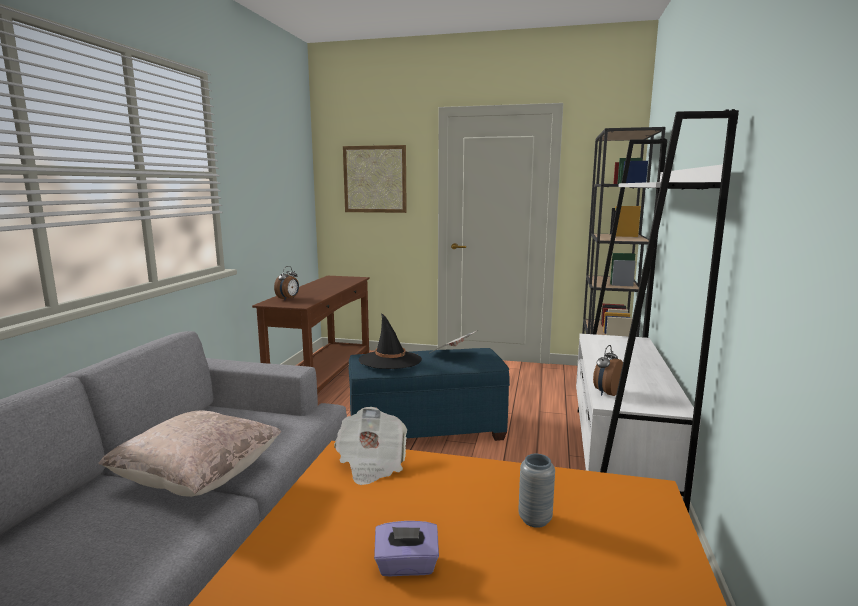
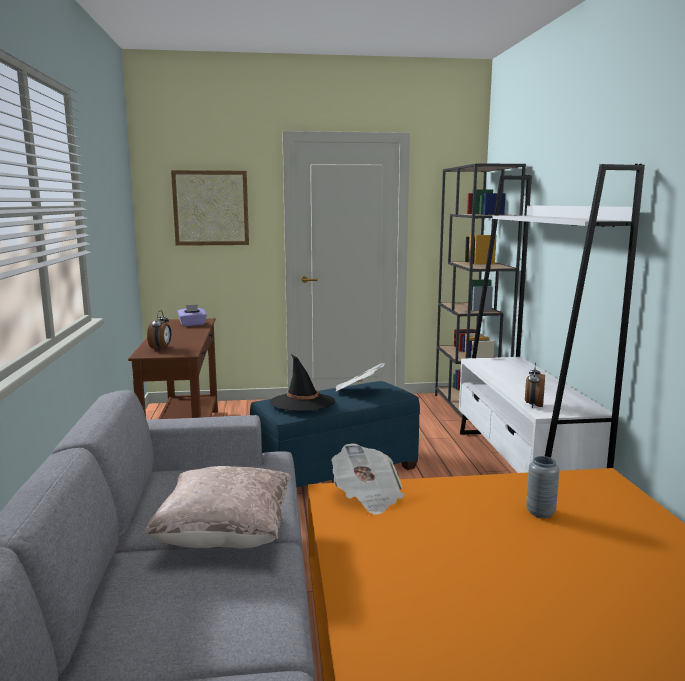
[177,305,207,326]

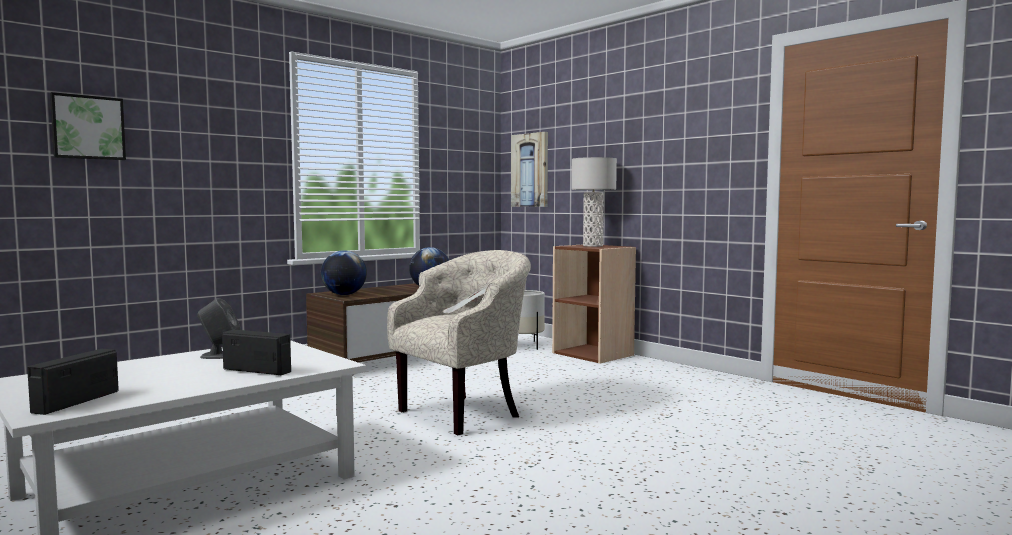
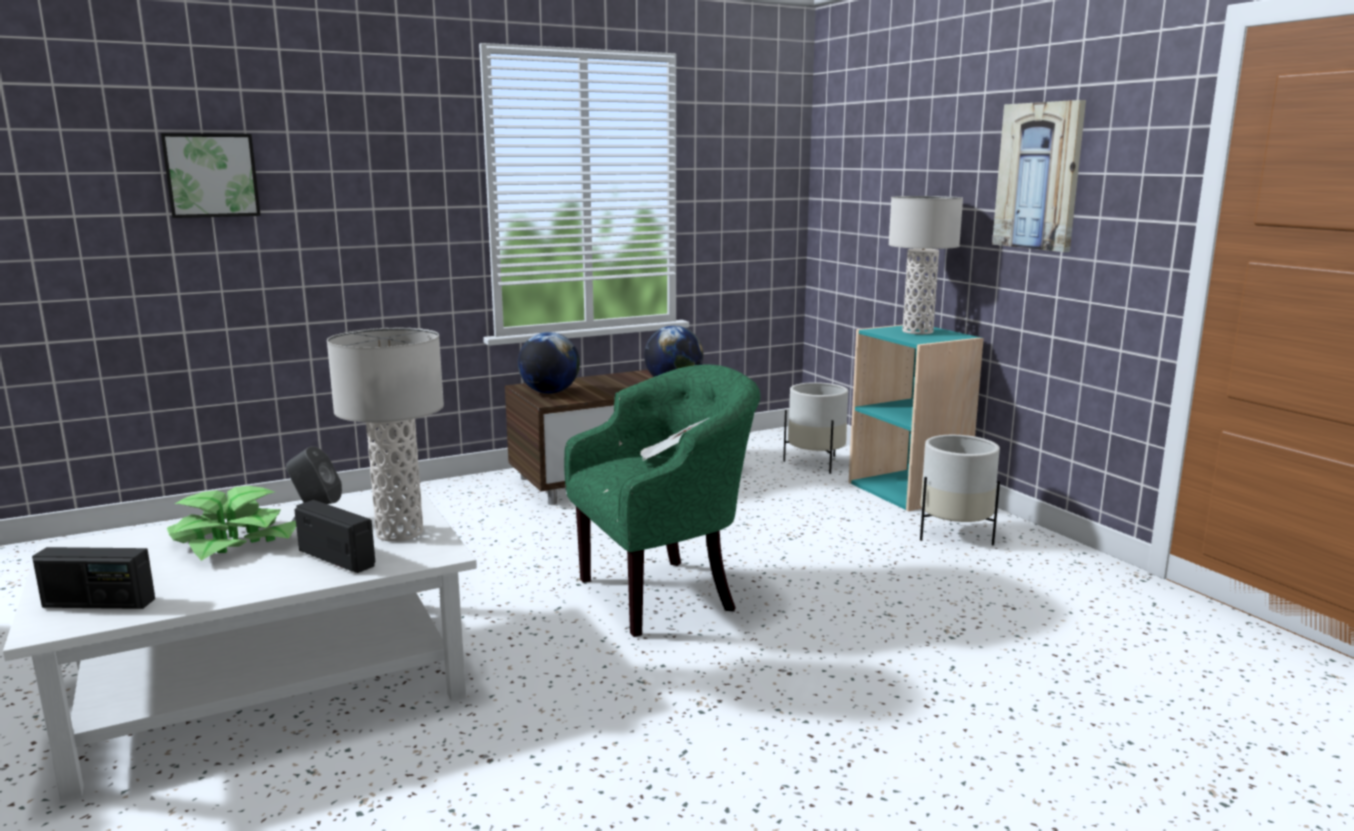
[167,486,296,561]
[327,328,444,542]
[920,435,1000,546]
[992,100,1086,252]
[564,365,760,637]
[849,323,984,512]
[32,547,155,609]

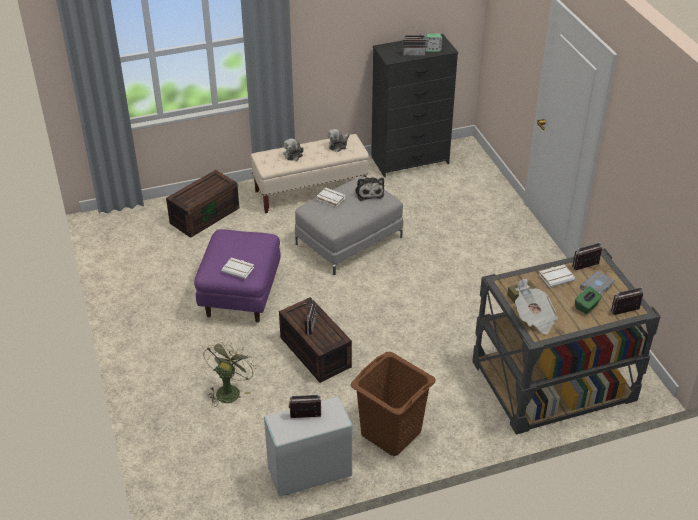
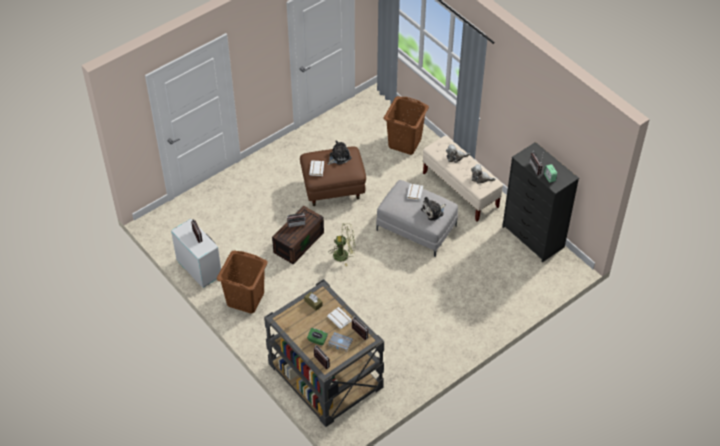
[515,287,558,334] (first image)
[328,141,352,165]
[328,223,355,266]
[384,96,429,155]
[300,146,366,206]

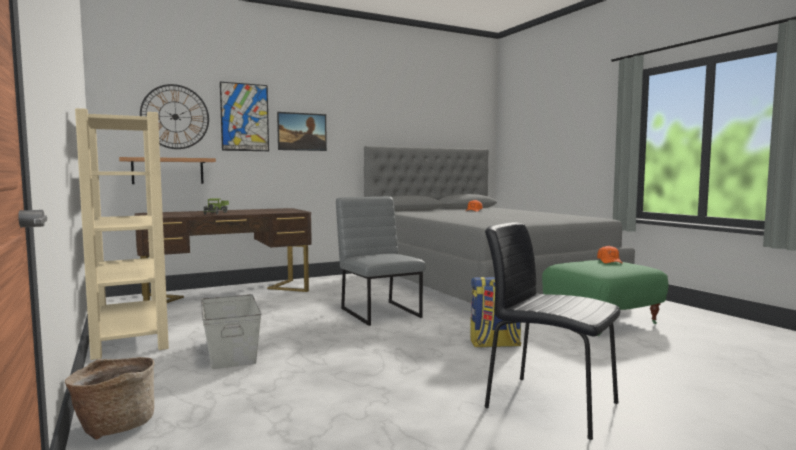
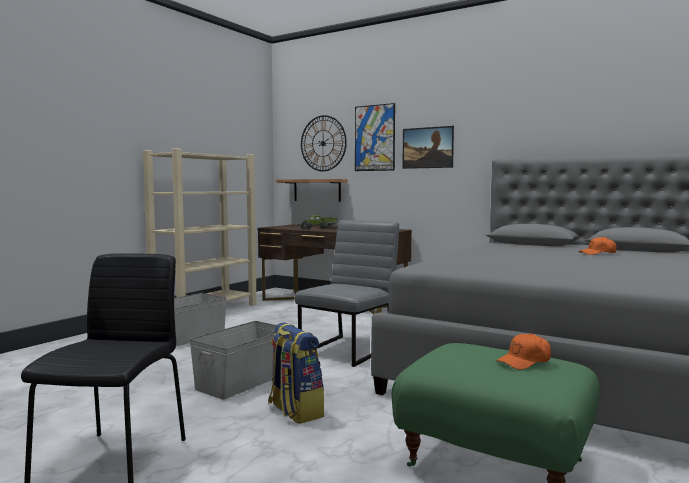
[65,357,154,440] (first image)
[189,321,277,400]

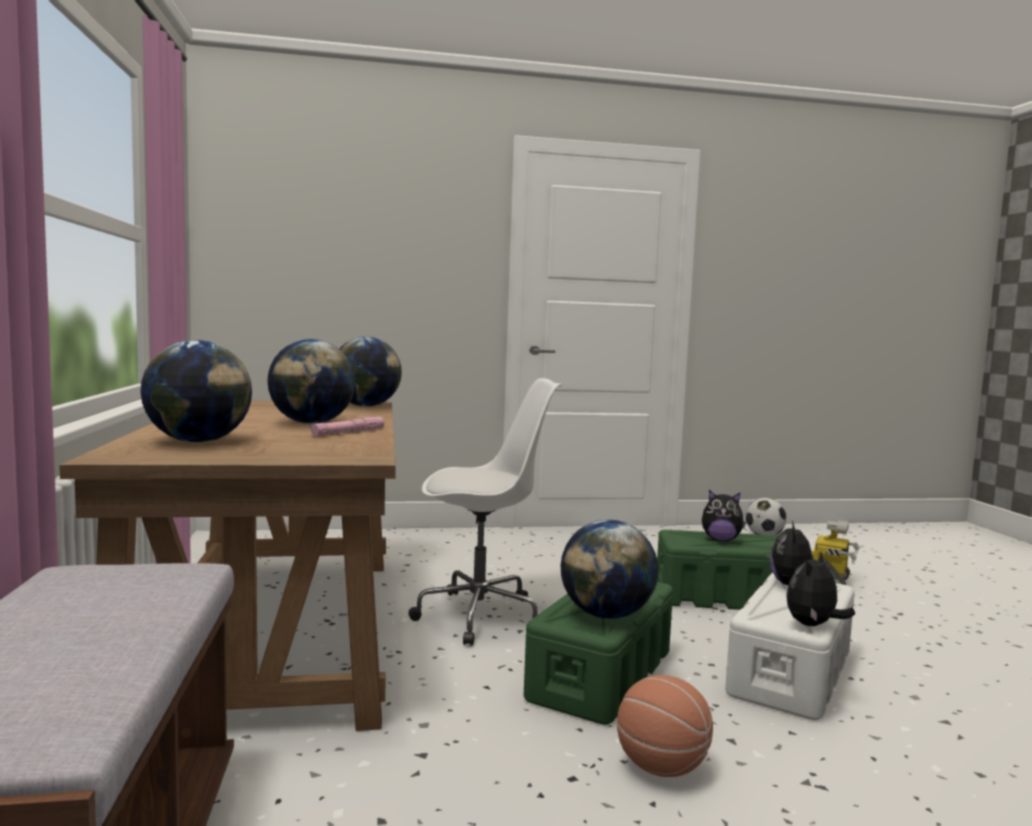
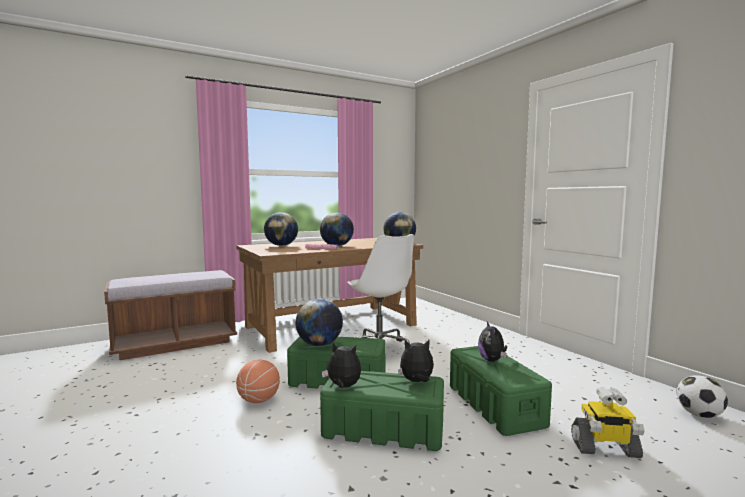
[320,371,444,451]

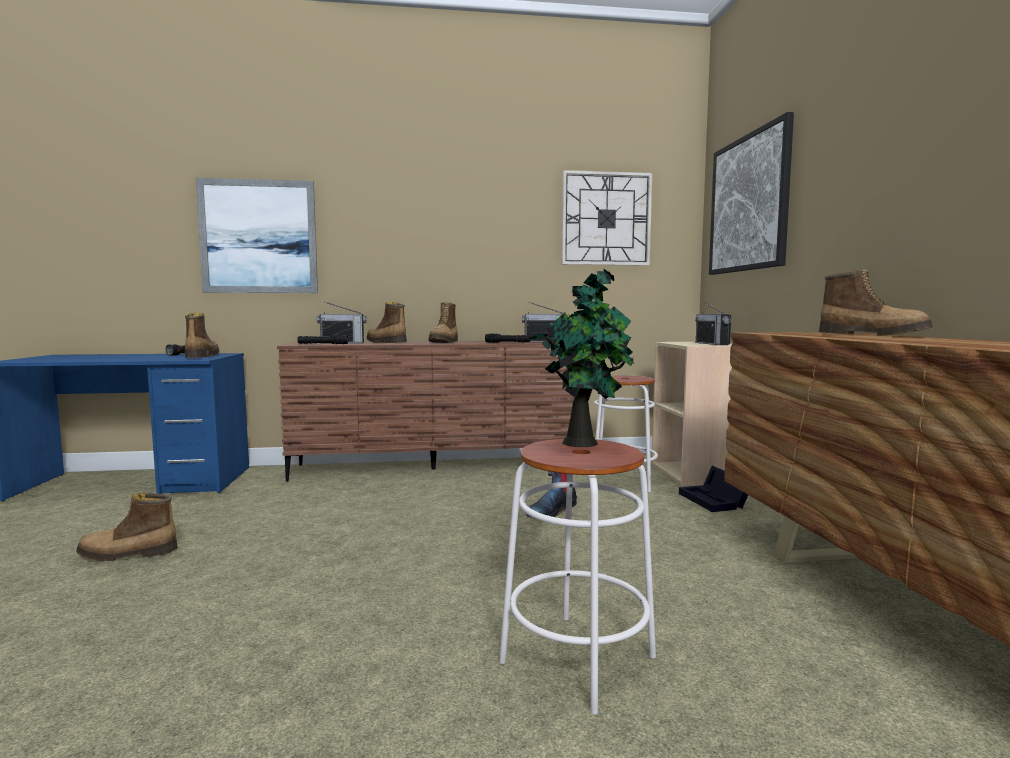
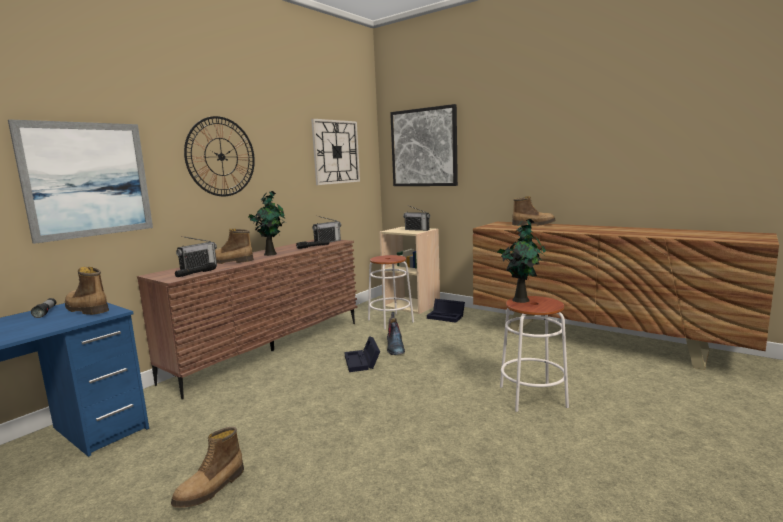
[184,116,255,196]
[345,336,380,372]
[249,191,286,256]

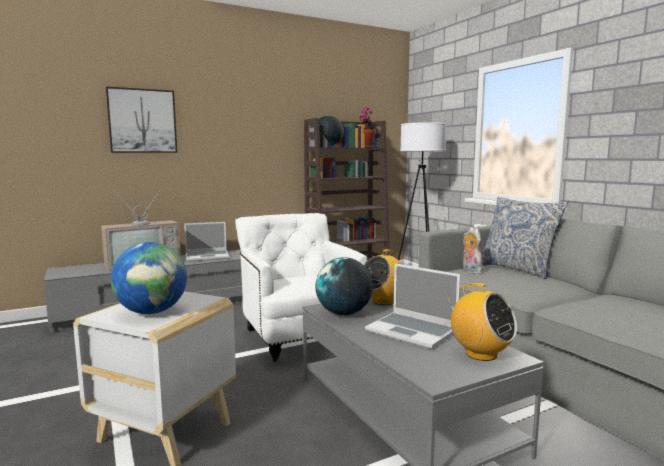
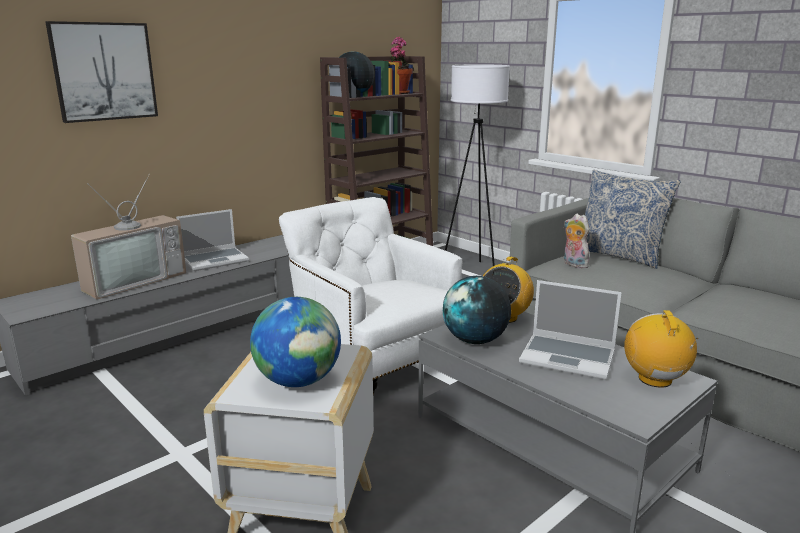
[624,310,698,387]

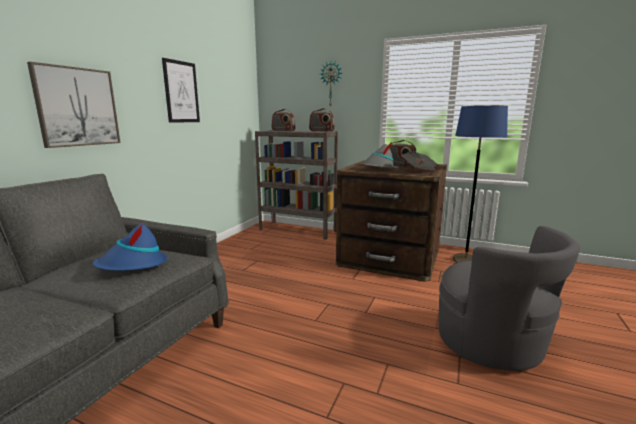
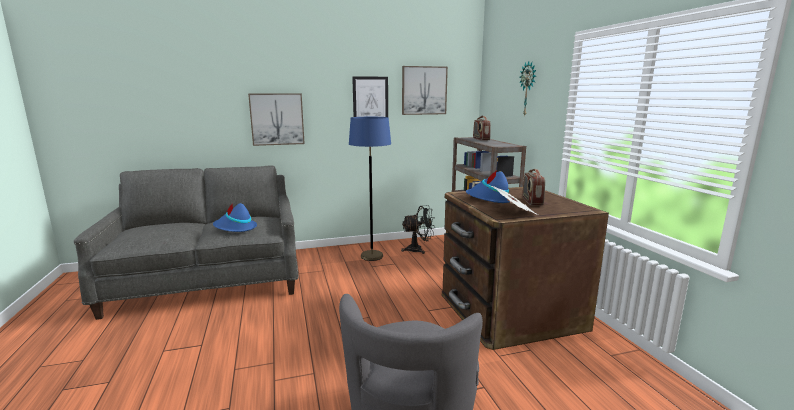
[309,108,335,131] (first image)
[401,206,435,254]
[402,66,448,115]
[349,117,391,261]
[466,169,510,203]

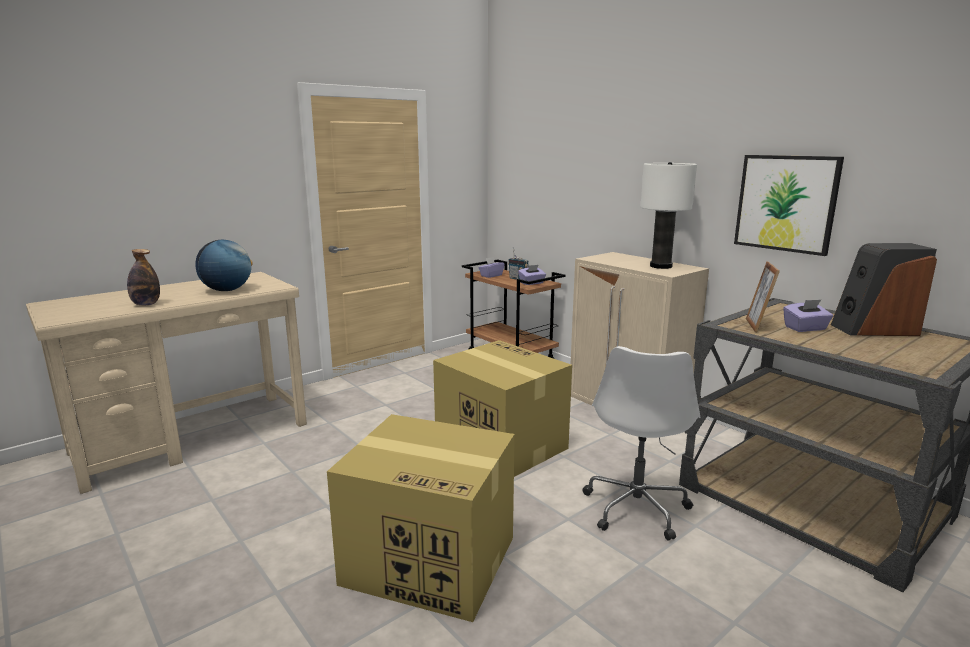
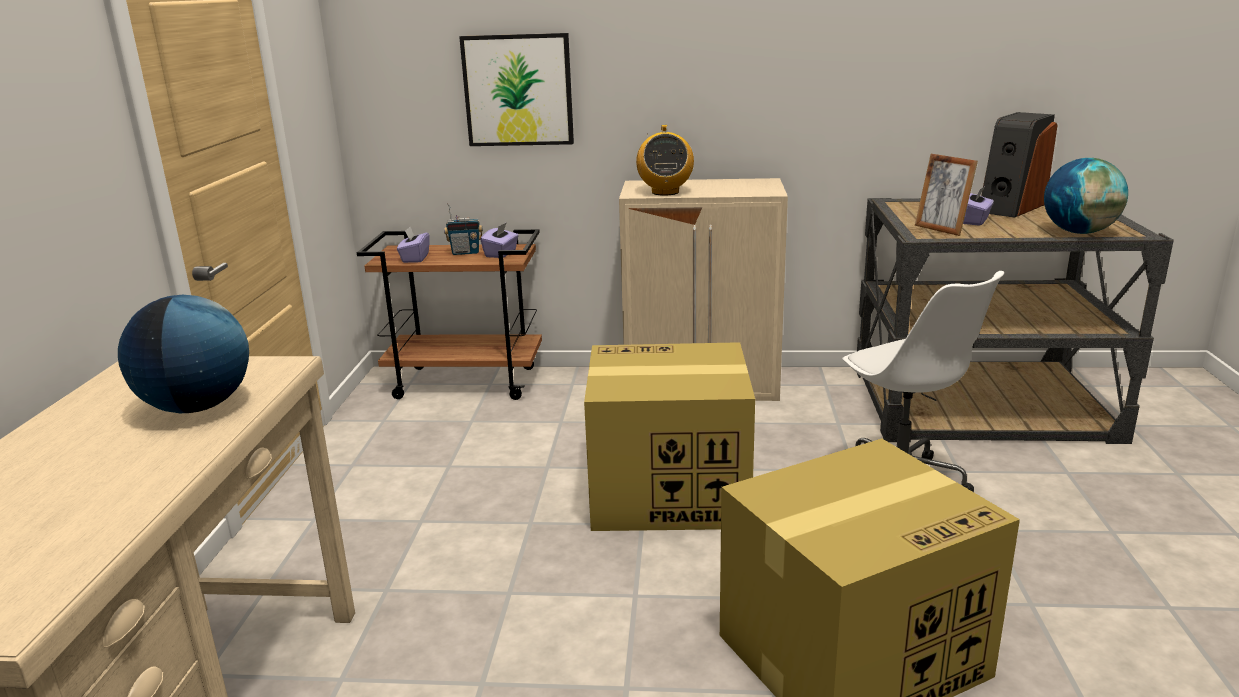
[127,249,160,306] (first image)
[641,162,697,269] (first image)
[636,125,694,196]
[1044,158,1128,234]
[459,33,574,146]

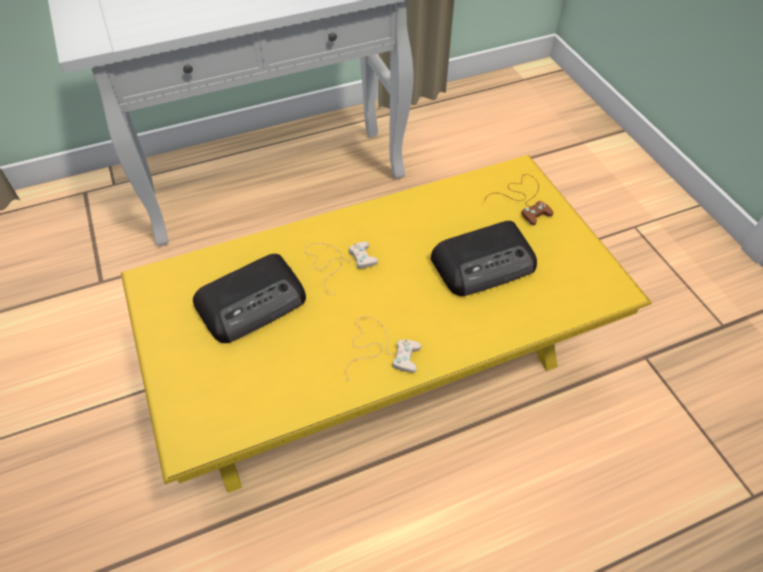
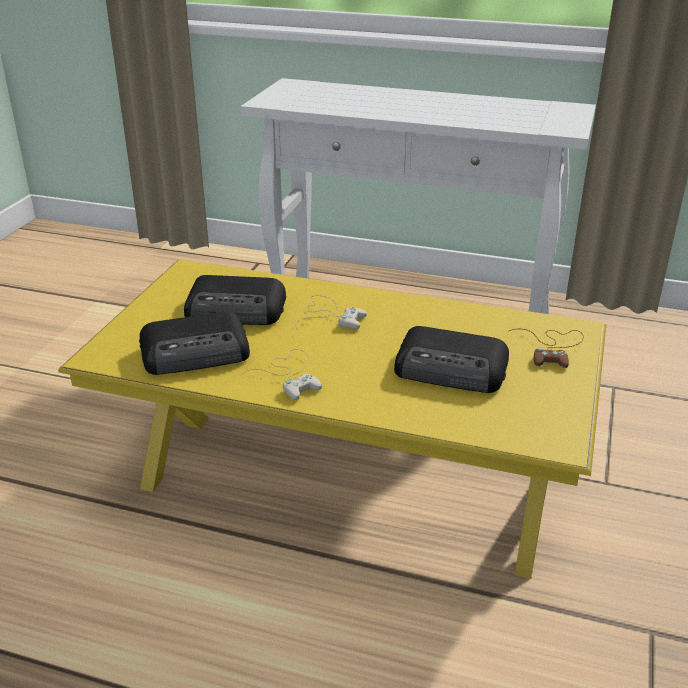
[139,312,250,375]

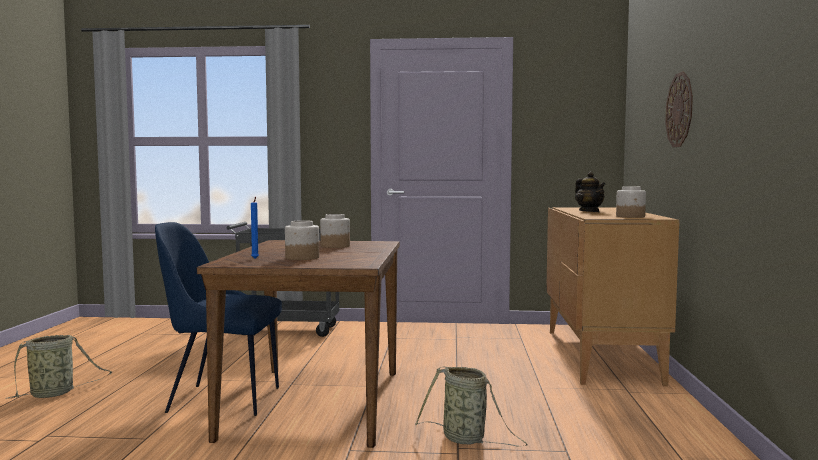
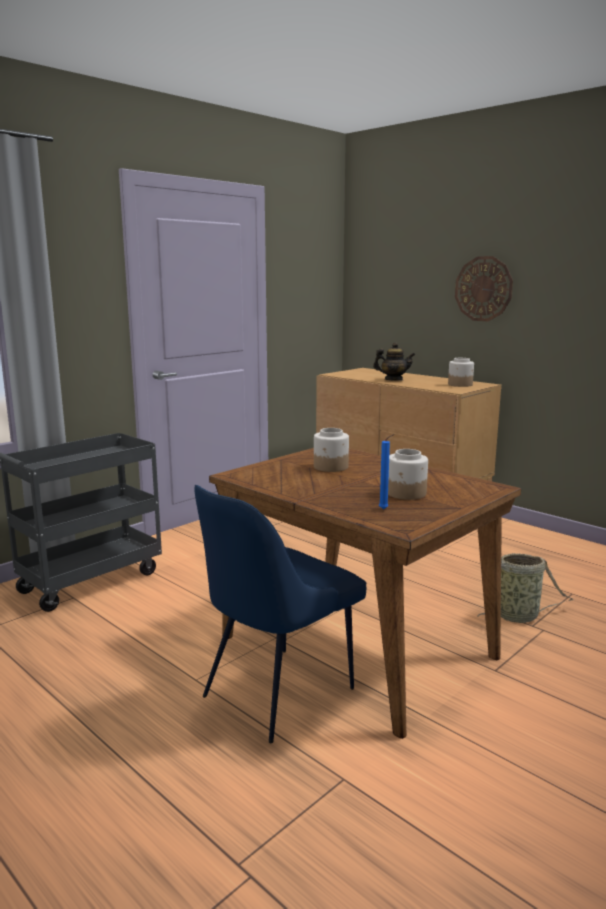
[6,335,112,399] (first image)

